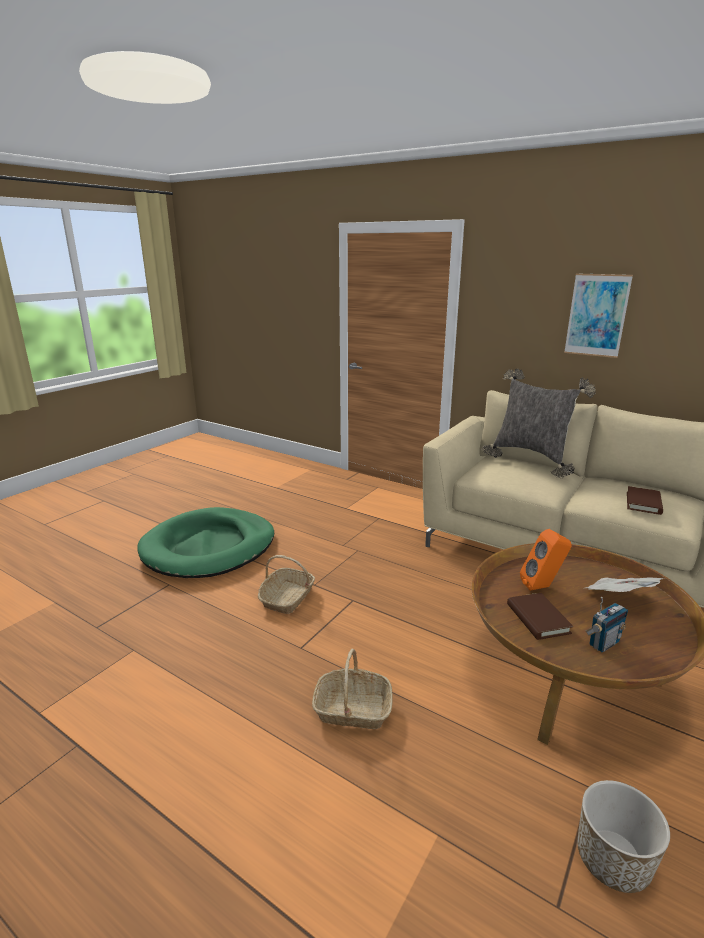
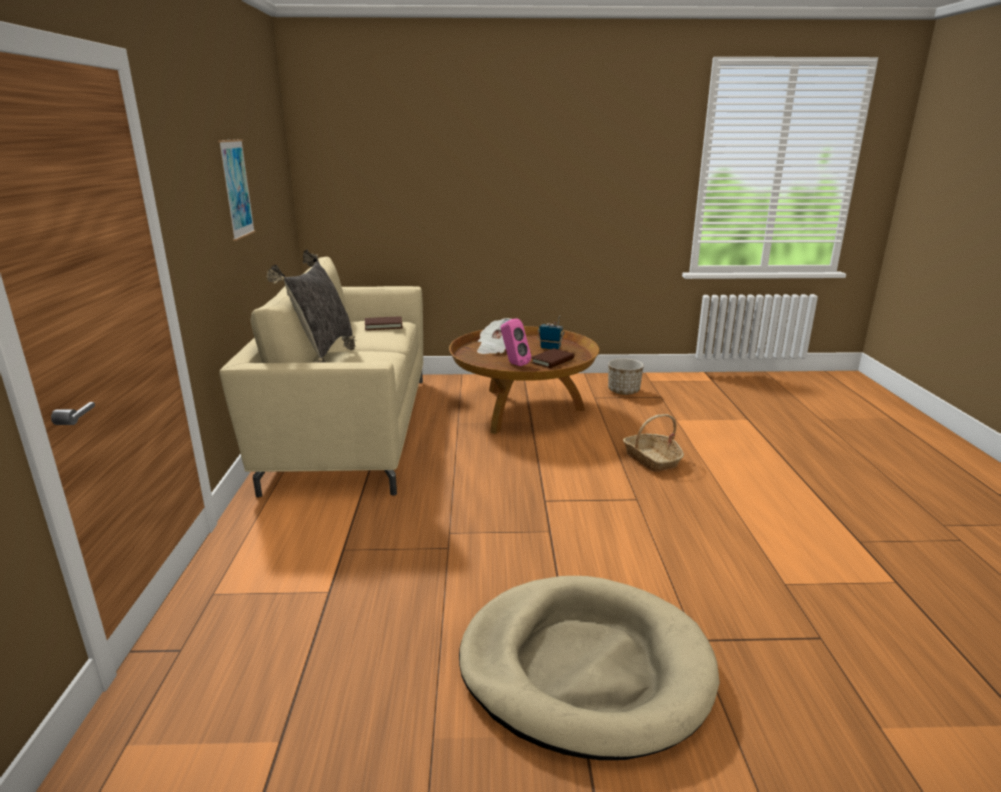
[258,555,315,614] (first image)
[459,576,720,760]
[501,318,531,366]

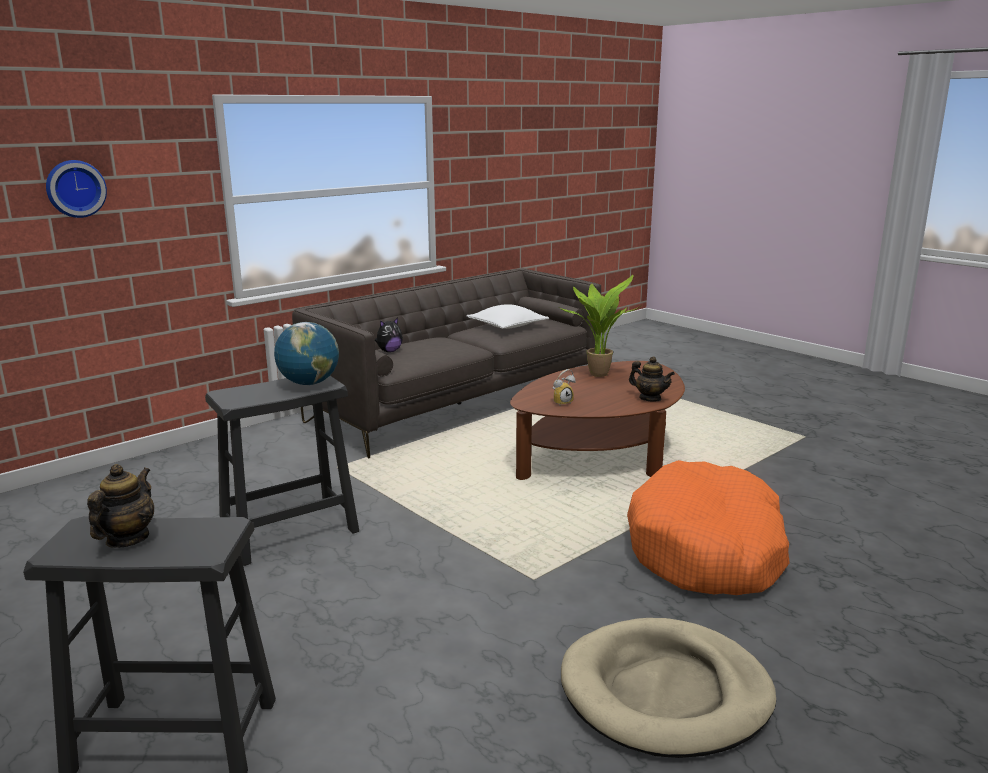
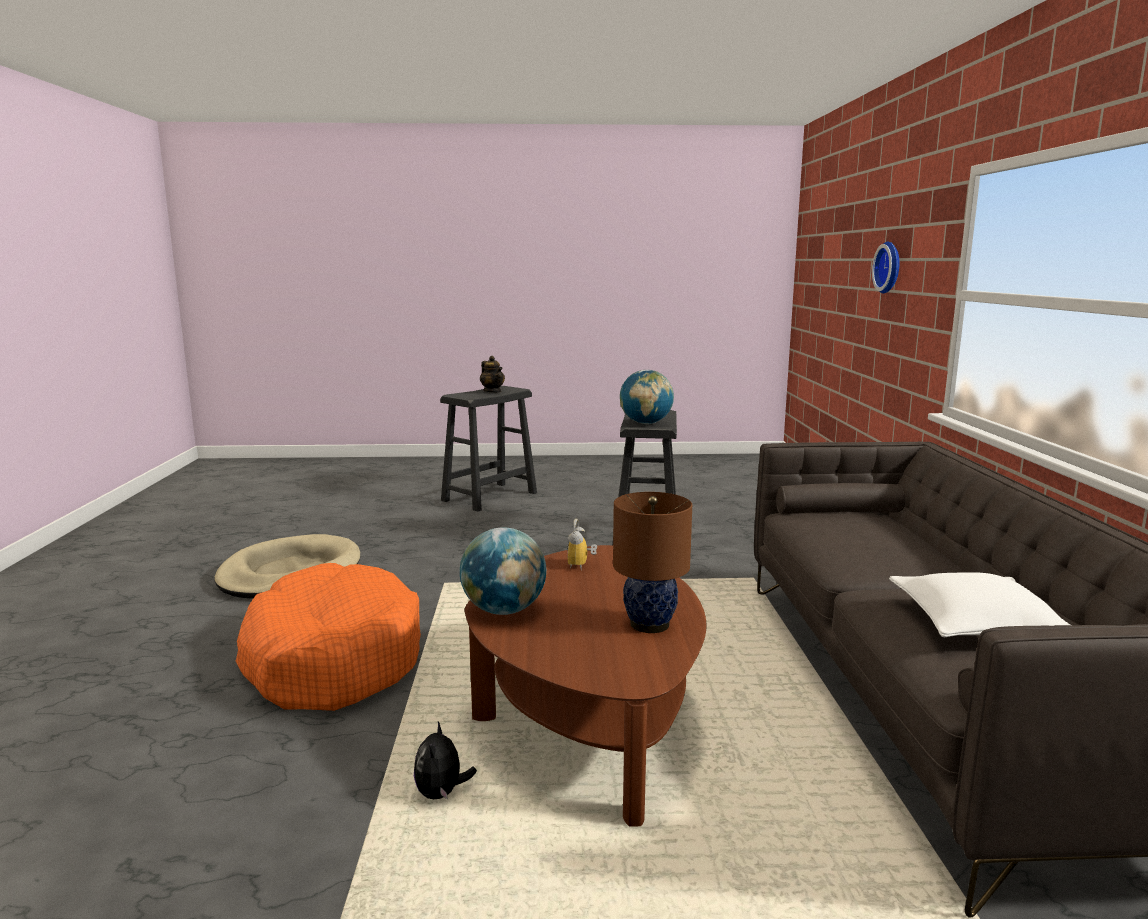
[414,721,477,800]
[613,492,692,633]
[460,527,546,615]

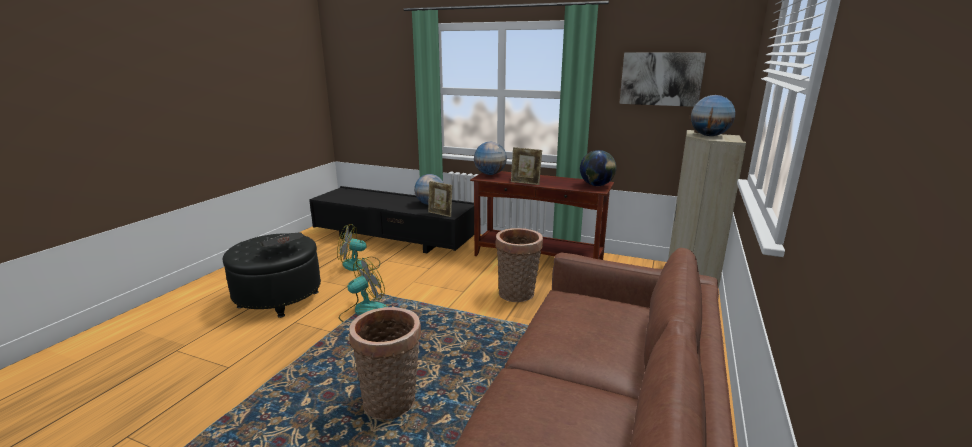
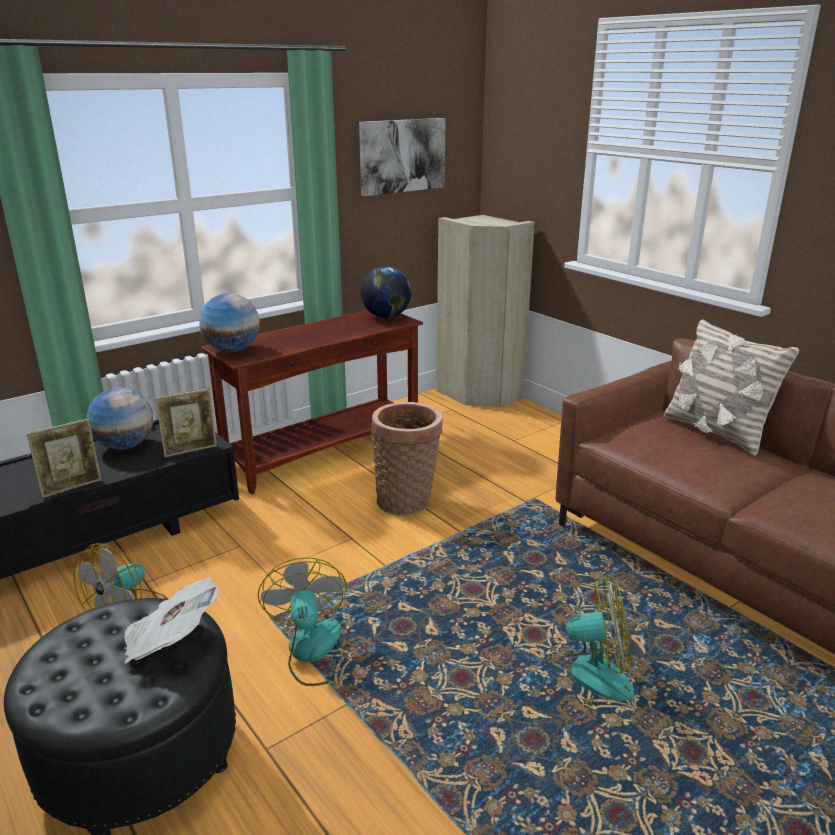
[691,95,735,136] (first image)
[664,319,799,456]
[27,419,102,498]
[539,577,635,706]

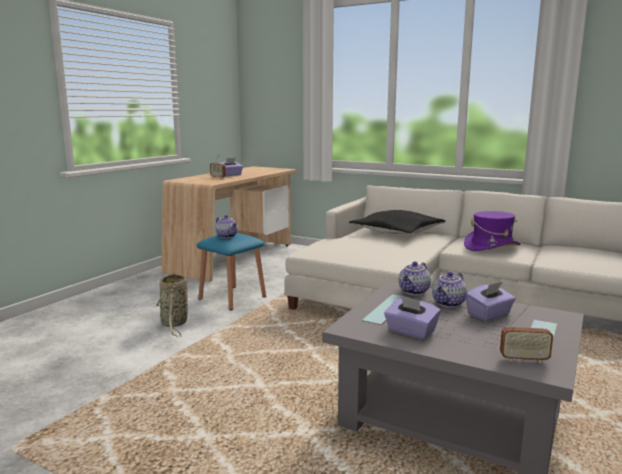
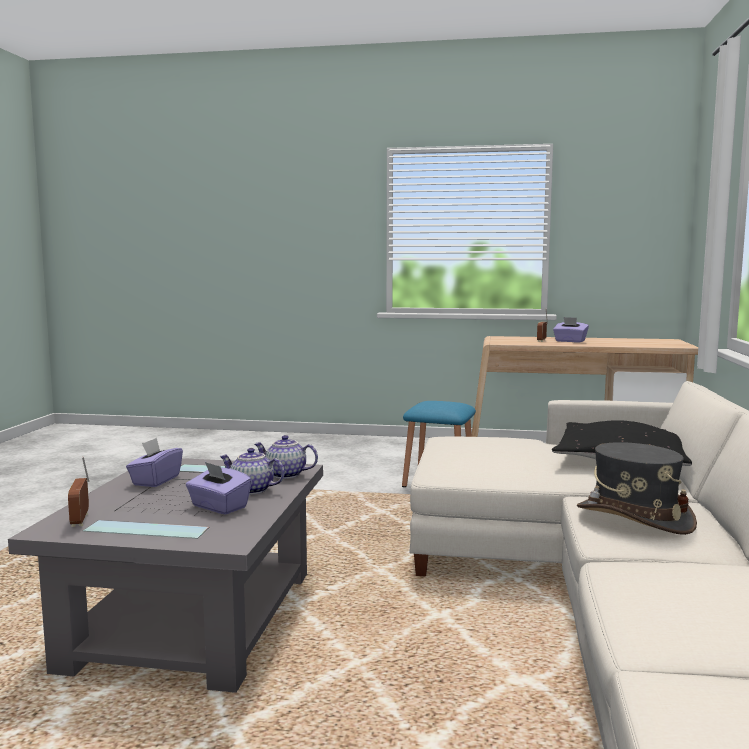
[156,272,188,337] (first image)
[215,215,238,238] (first image)
[577,442,697,535]

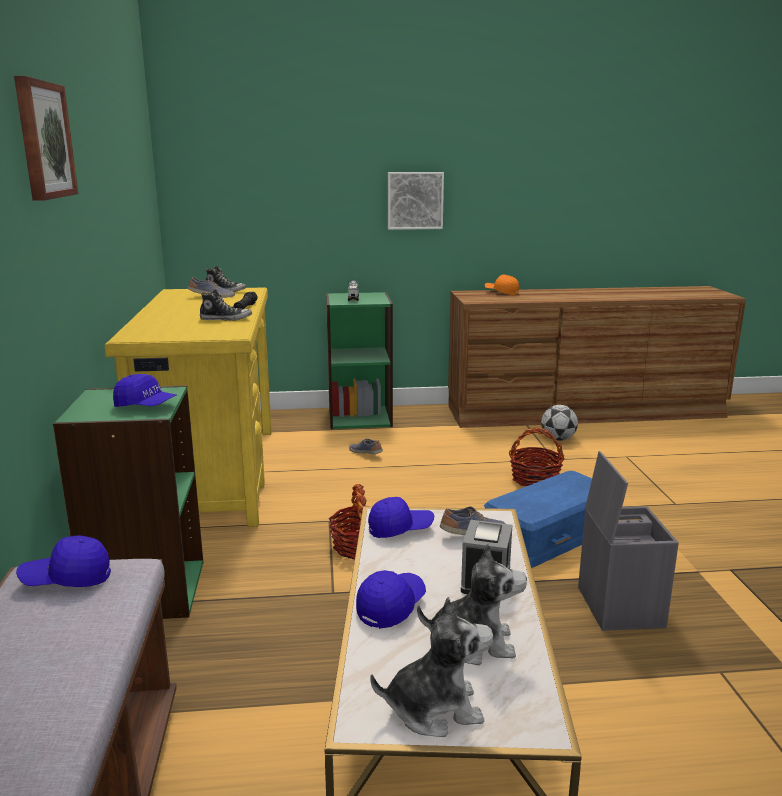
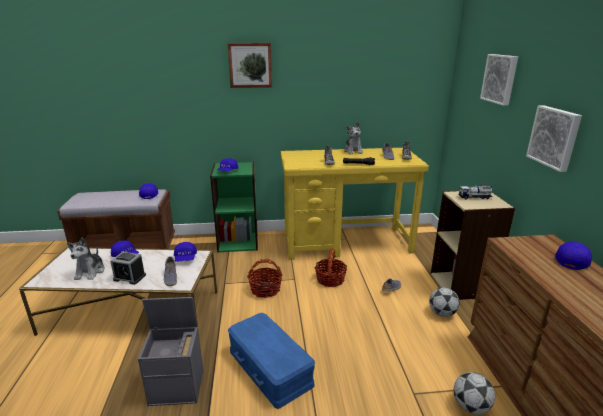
[429,287,460,317]
[480,54,518,106]
[344,122,363,154]
[315,248,347,287]
[431,190,515,300]
[555,242,592,270]

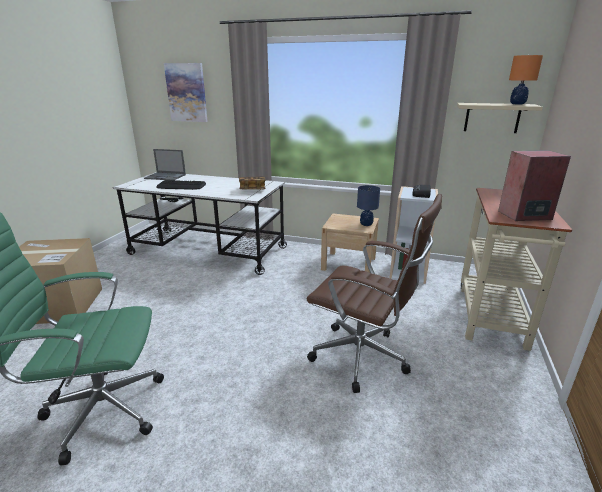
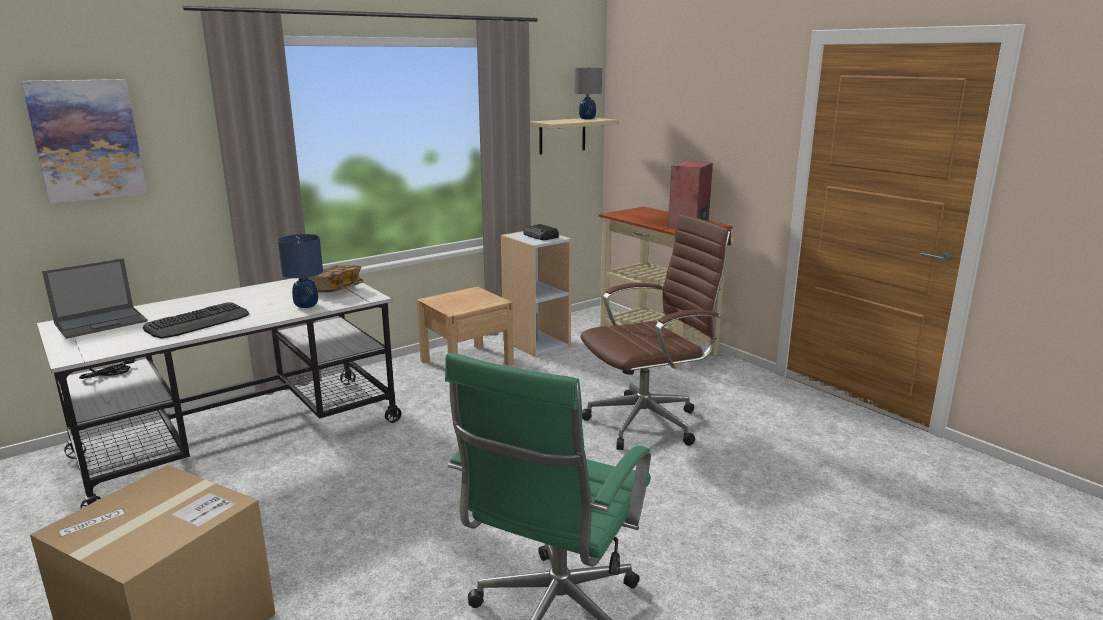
[278,234,323,308]
[574,67,602,119]

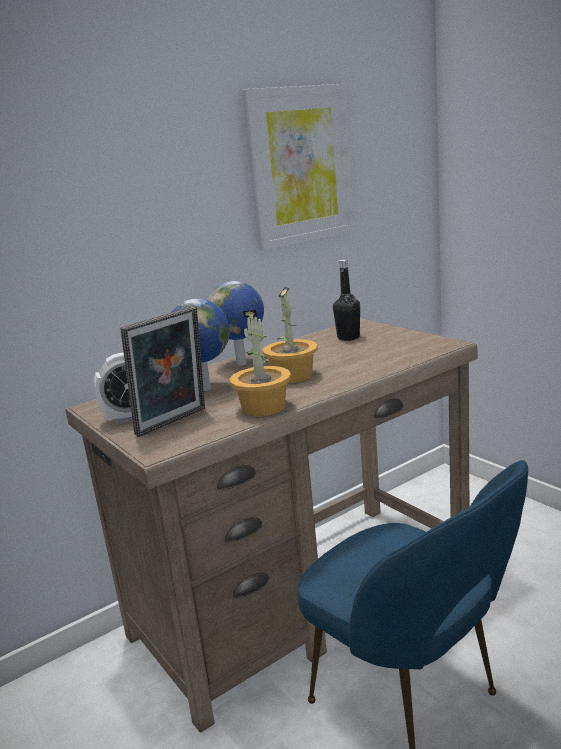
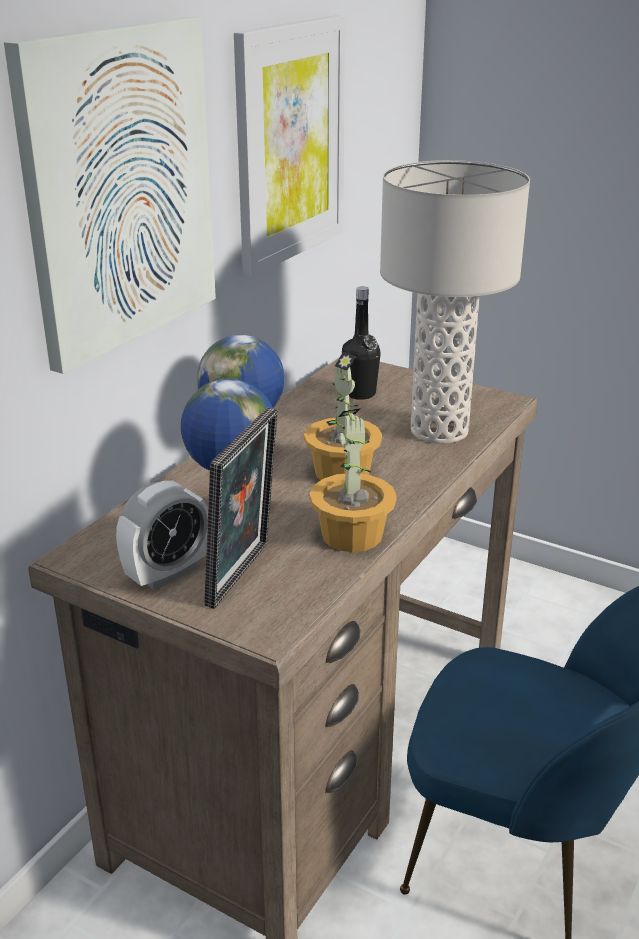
[4,17,216,374]
[380,160,530,444]

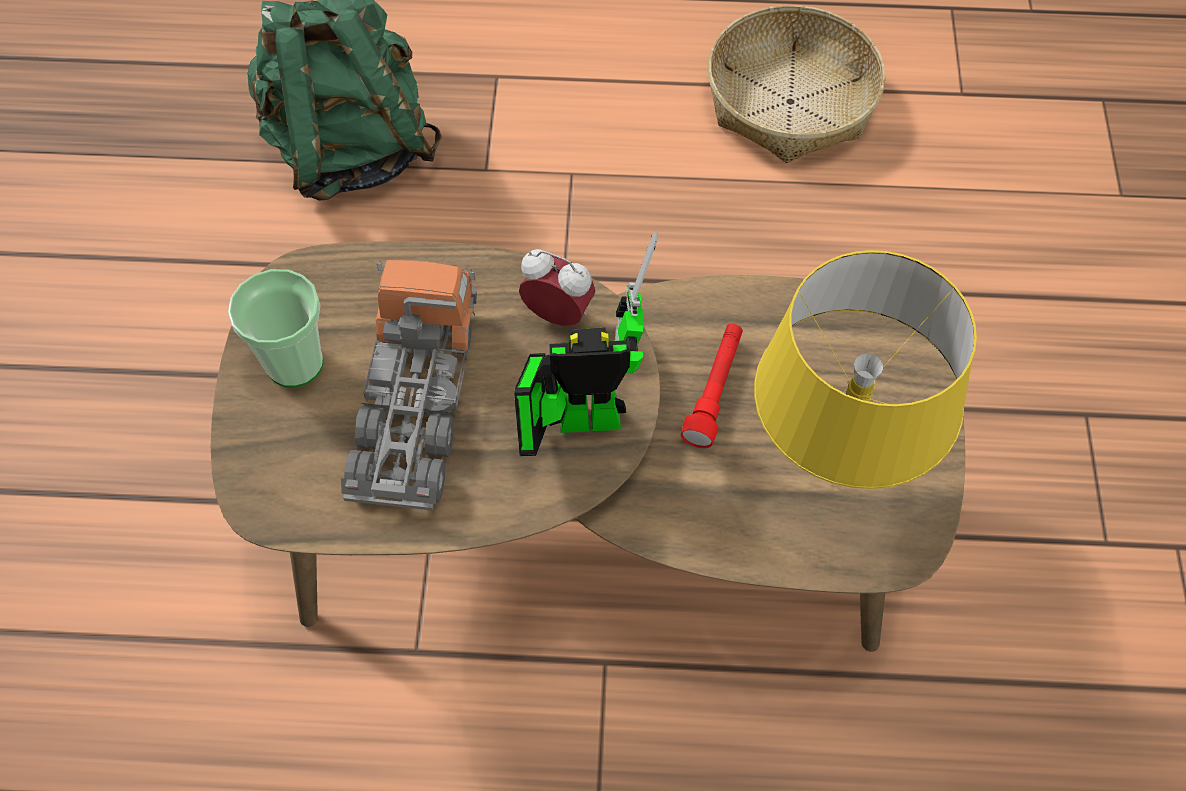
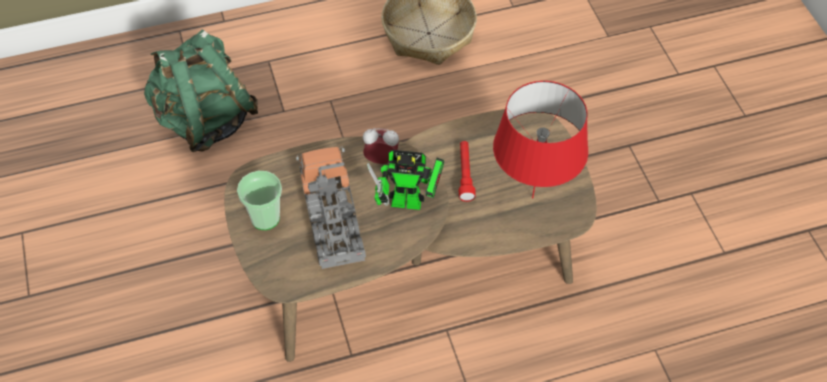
[493,81,588,198]
[367,150,444,210]

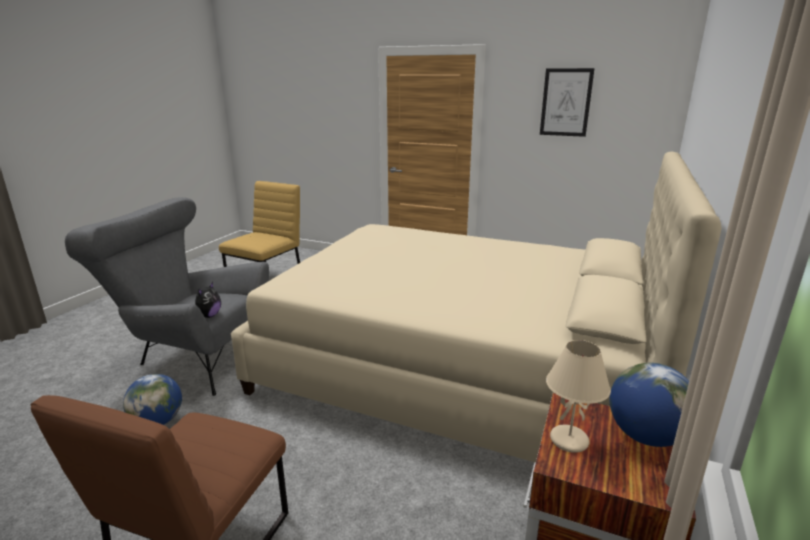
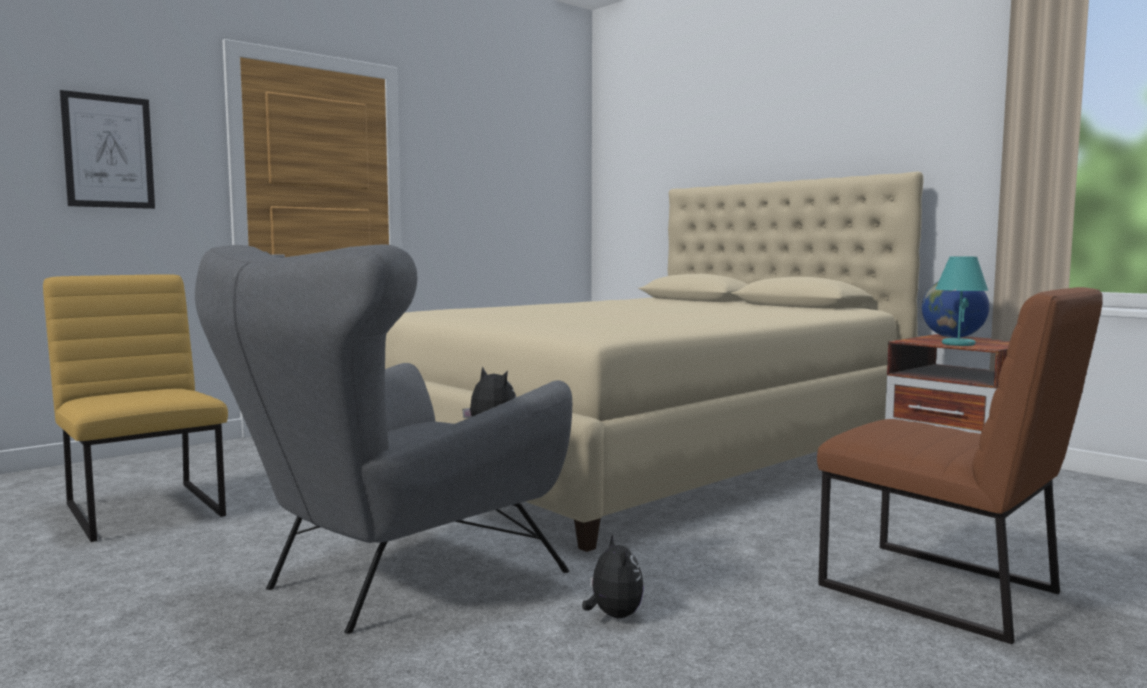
[60,90,155,209]
[582,534,644,618]
[935,257,988,346]

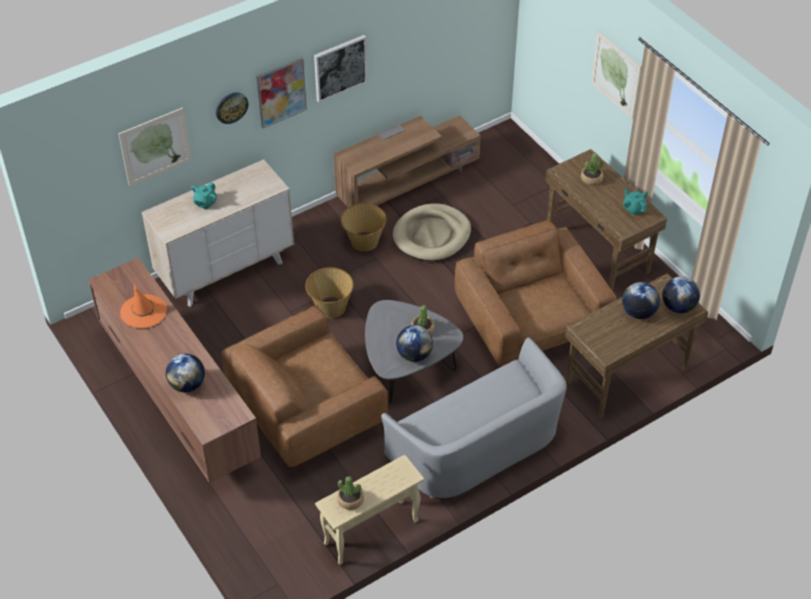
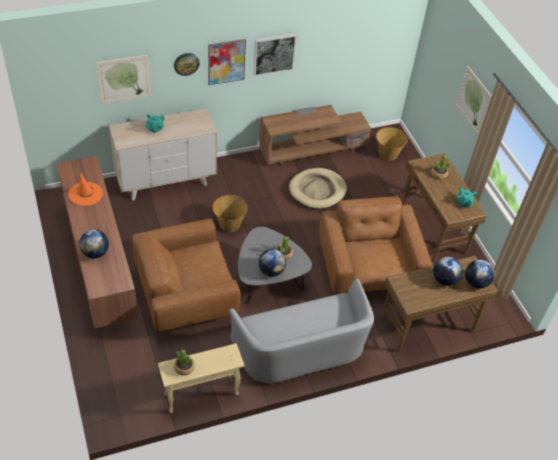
[376,127,408,161]

